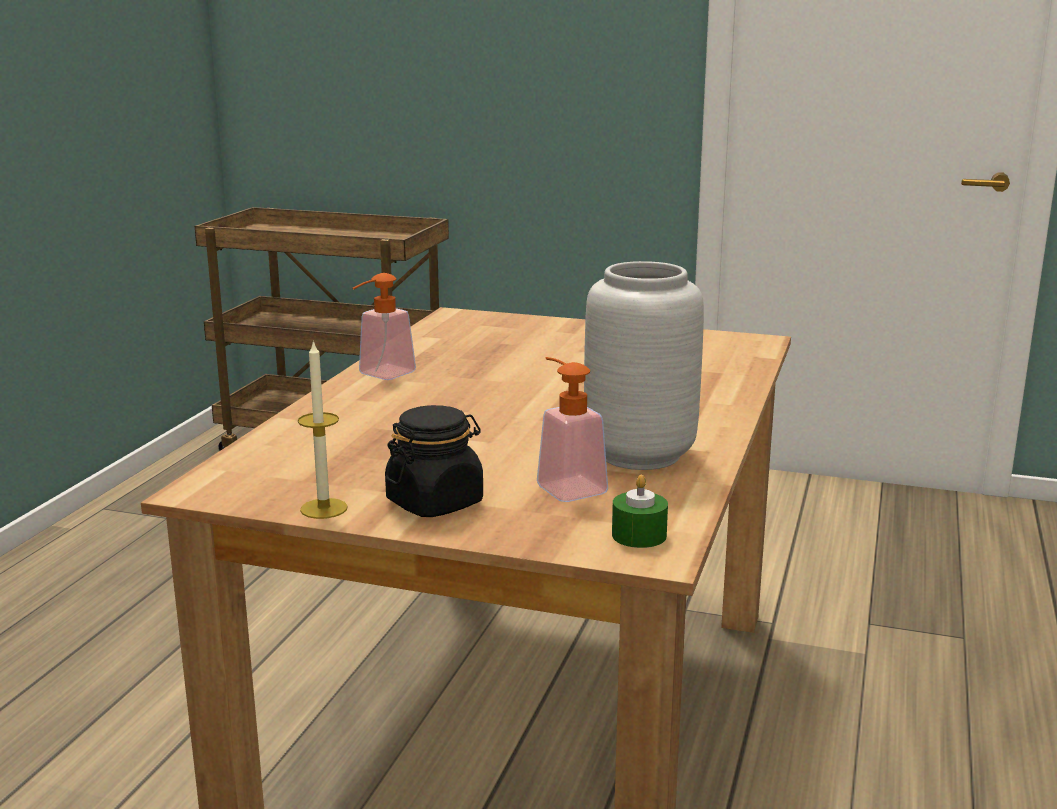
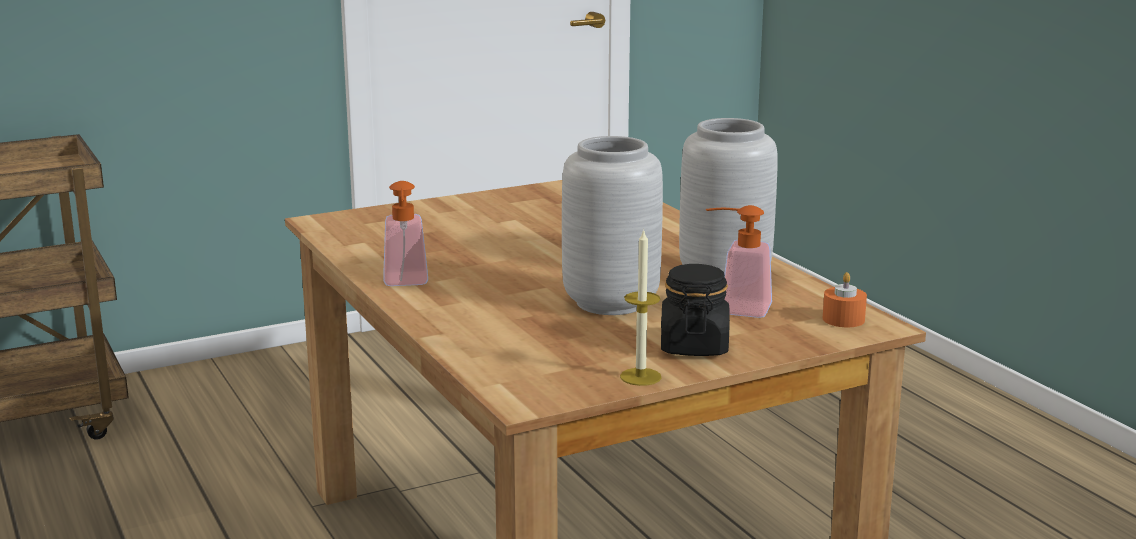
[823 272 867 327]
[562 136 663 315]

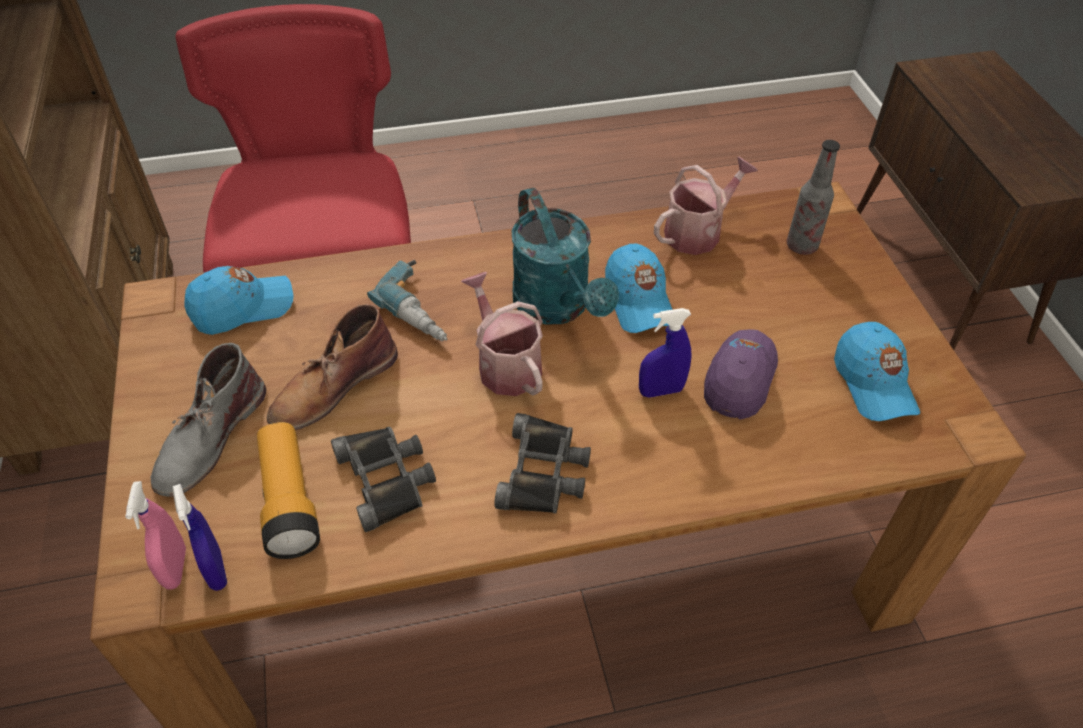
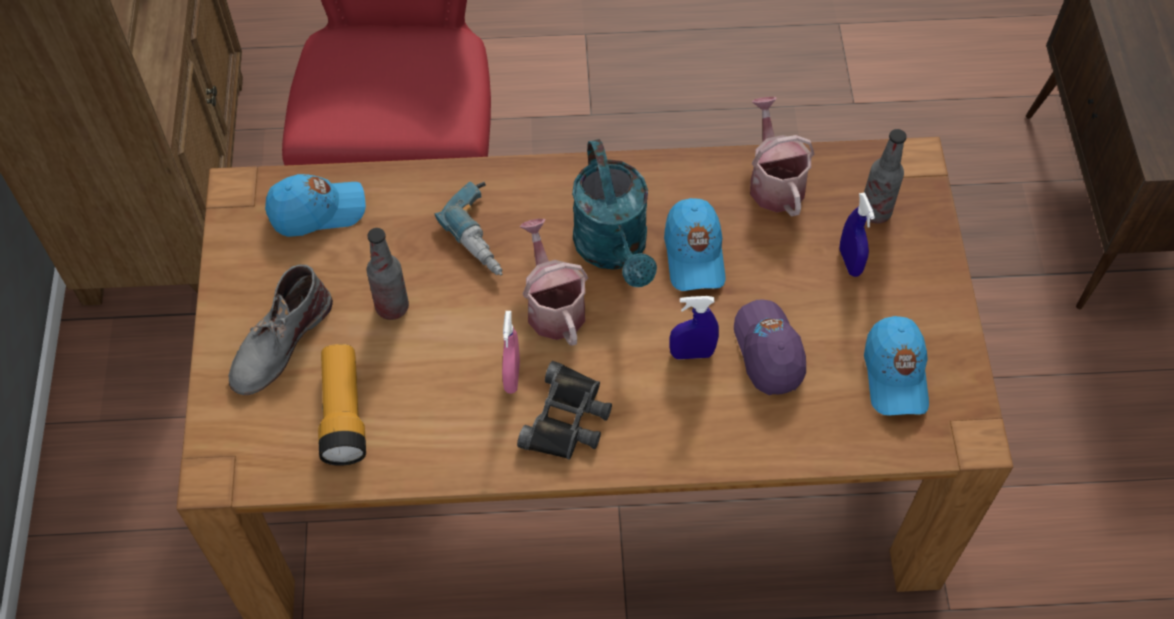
[502 311 520 394]
[839 193 875 277]
[367 228 409 320]
[331 427 436 532] (first image)
[750 97 814 217]
[734 300 806 395]

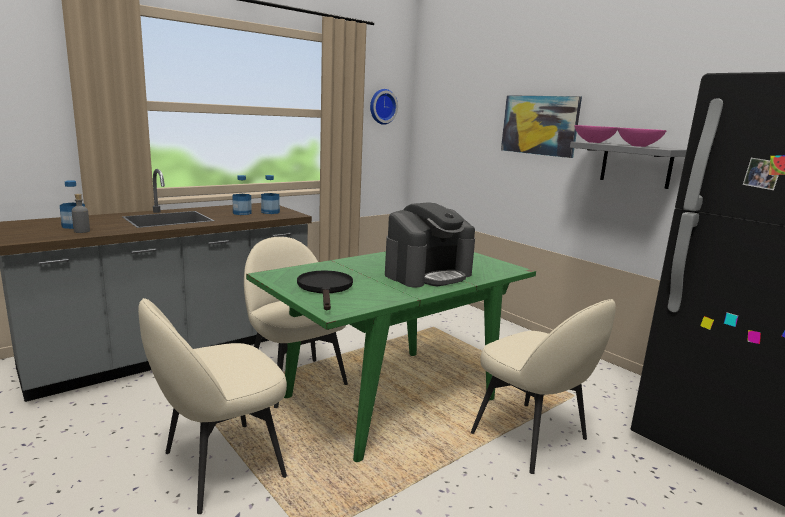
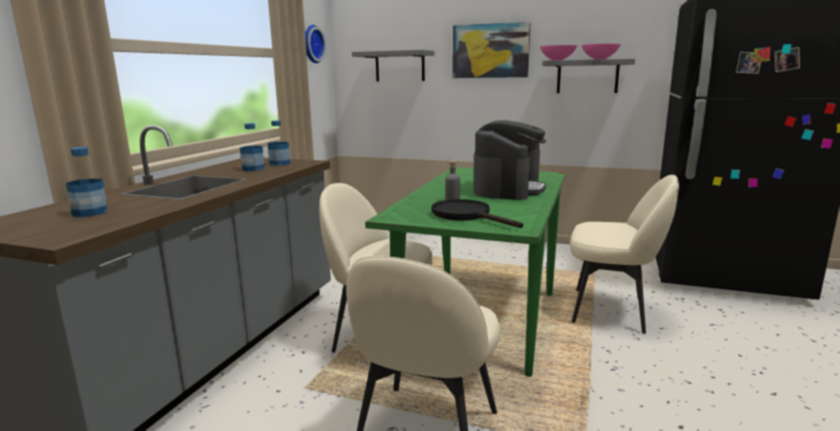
[445 161 460 200]
[352 50 435 81]

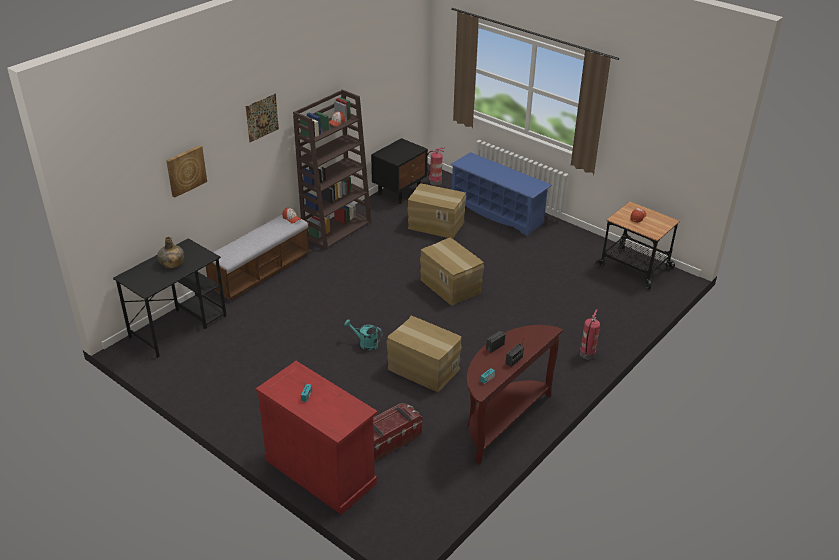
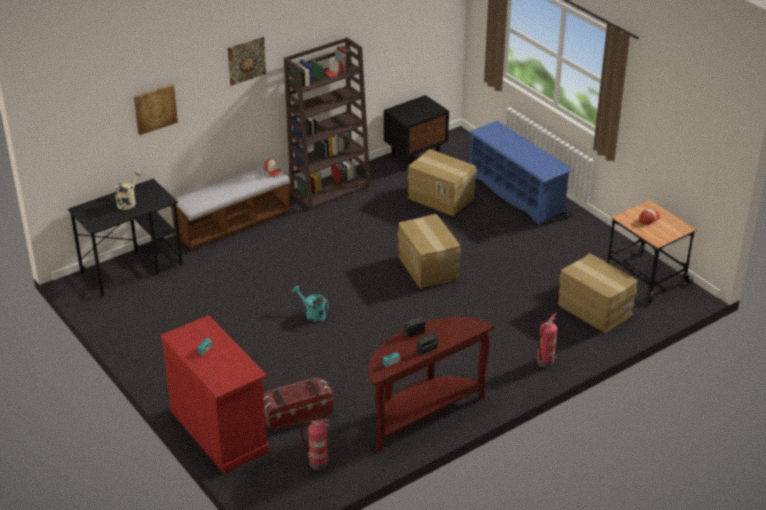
[115 170 142 210]
[558 253 637 333]
[301 419 329 470]

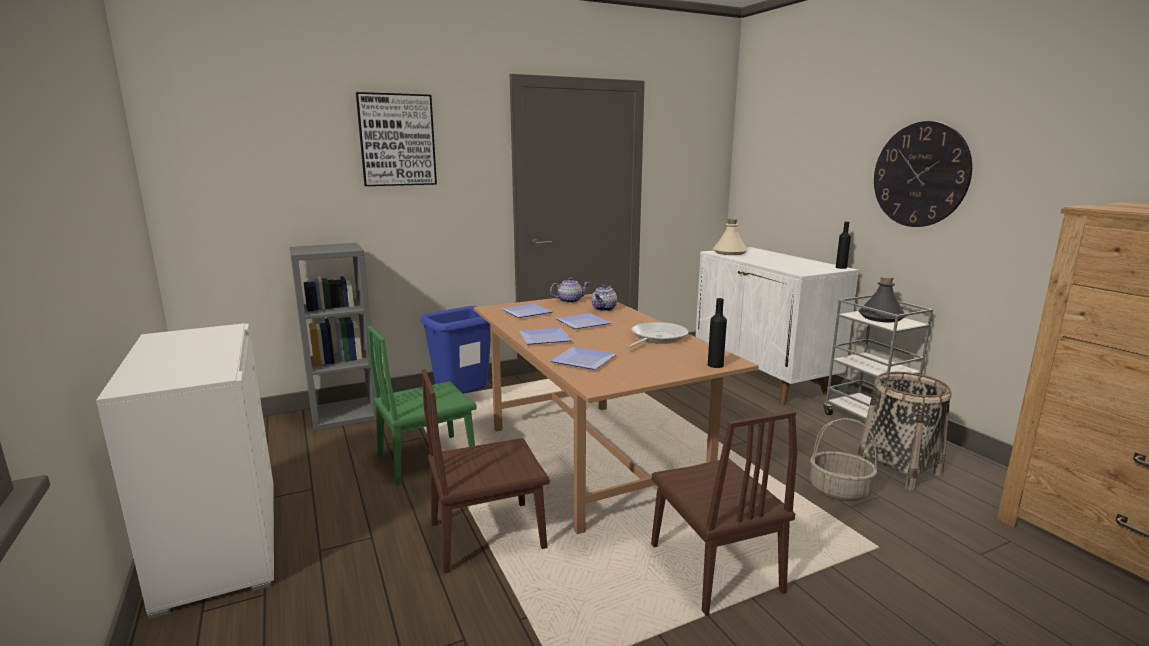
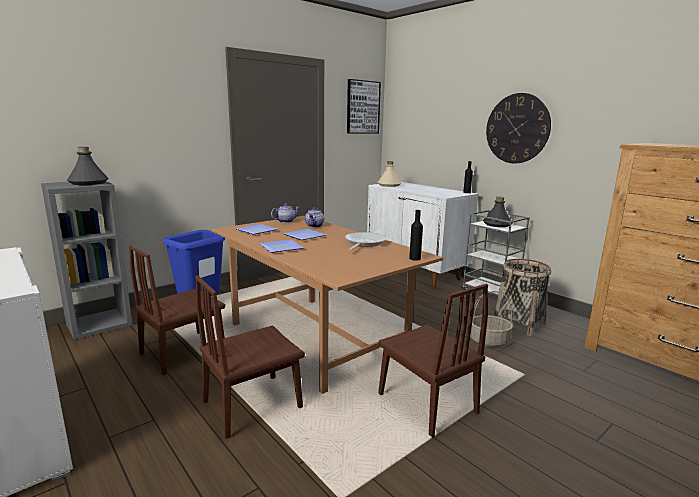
[347 79 381 133]
[129 246 225 375]
[550 347 616 370] (first image)
[67 147 109 185]

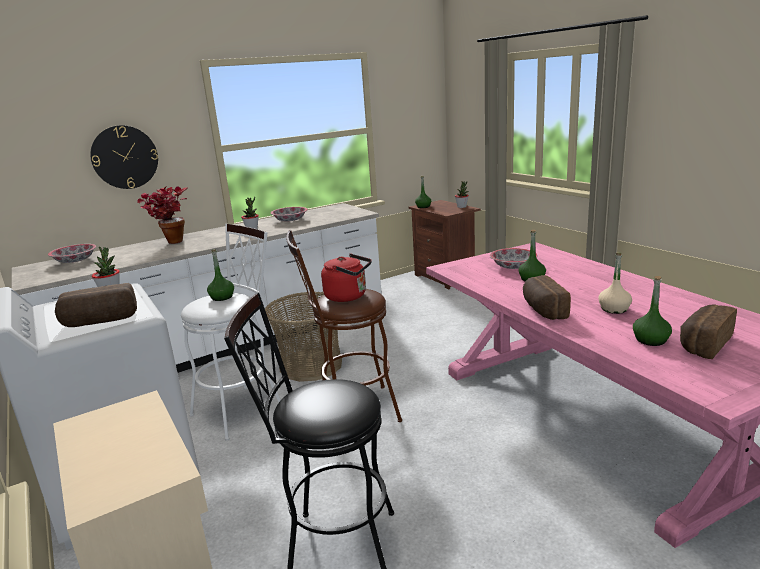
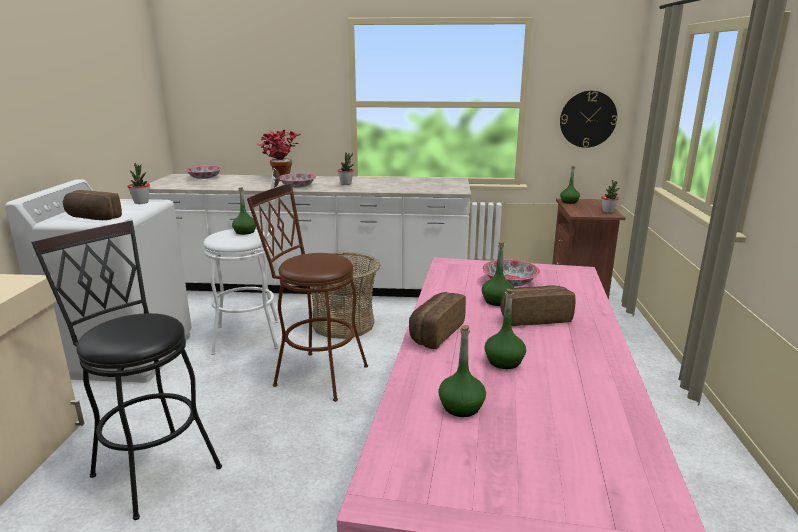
[560 91 617 148]
[279 173 316 188]
[321 254 372 302] (first image)
[485 289 526 369]
[500 285 576 326]

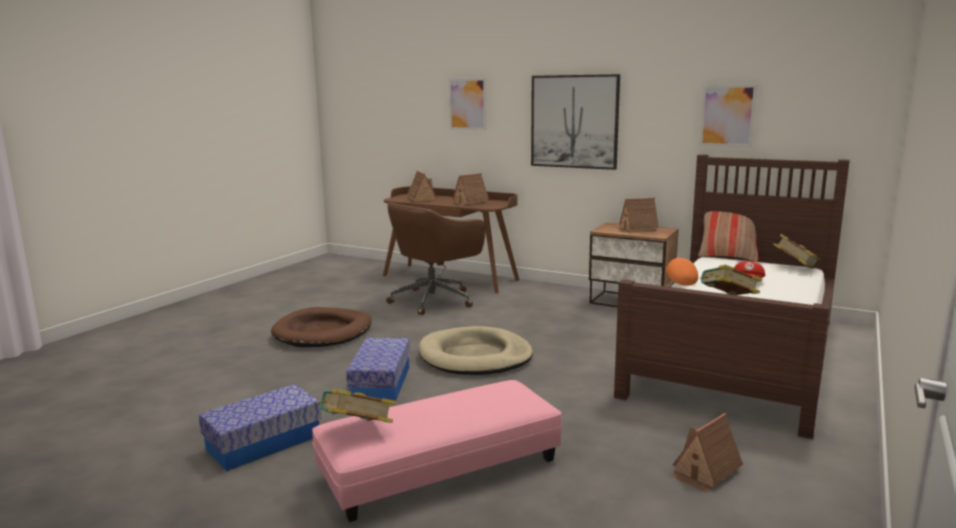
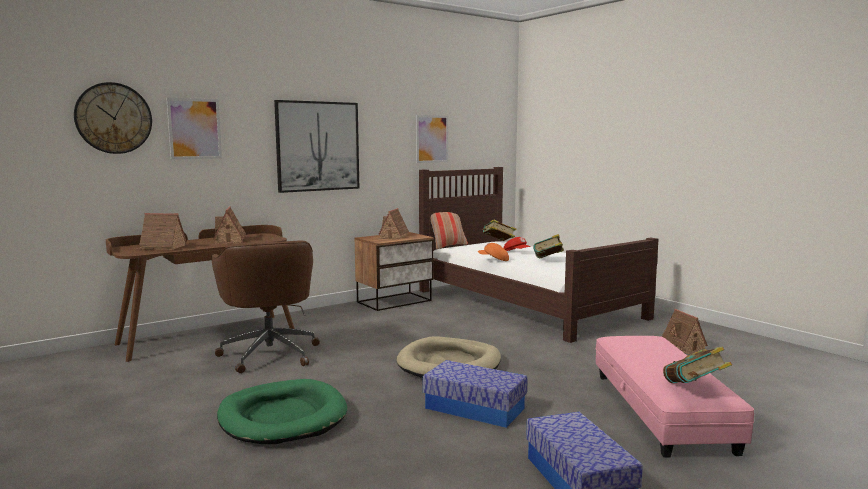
[217 379 347 444]
[74 82 152 154]

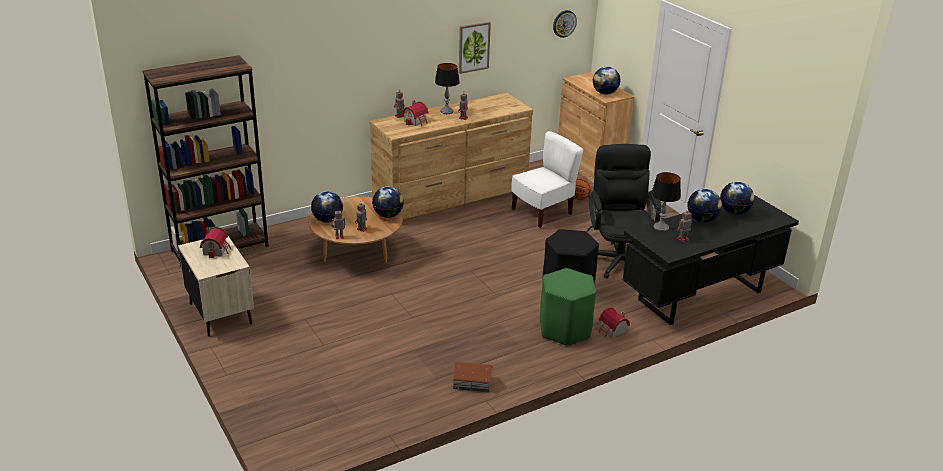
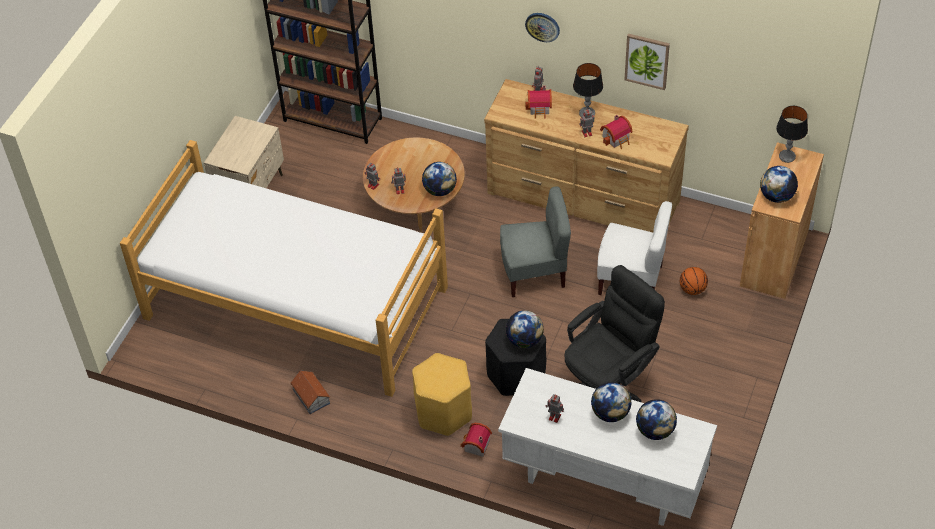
[600 115 633 149]
[506 310 544 348]
[412 353 472 436]
[525 13 560 42]
[498 368 717 526]
[776 106 808 163]
[120 140 448 397]
[500 187 571 297]

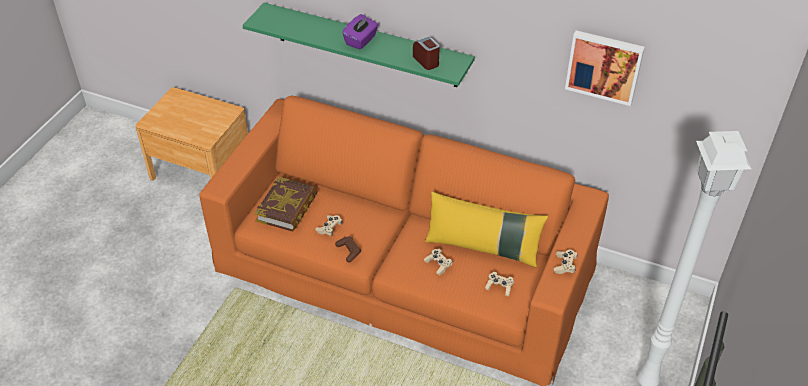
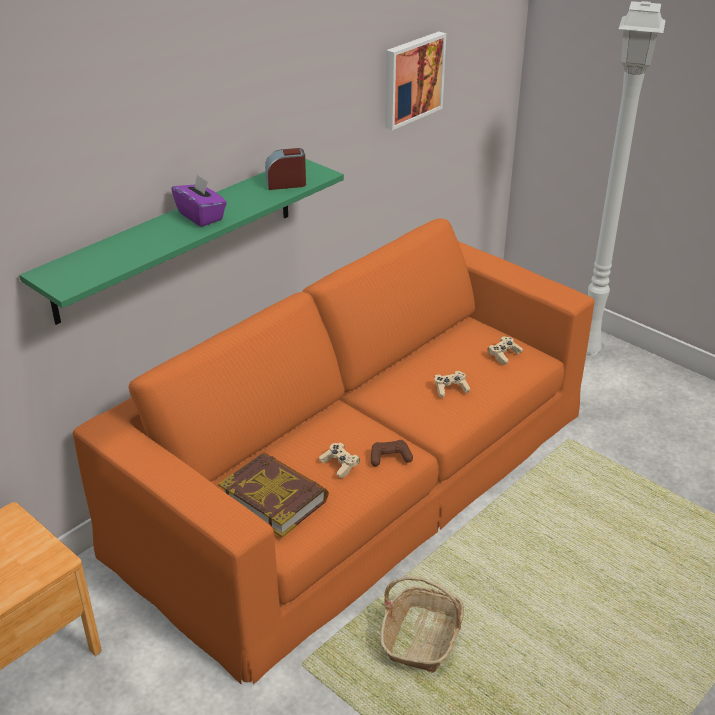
[425 192 548 267] (first image)
[554 250 578 274] (first image)
[381 576 464 673]

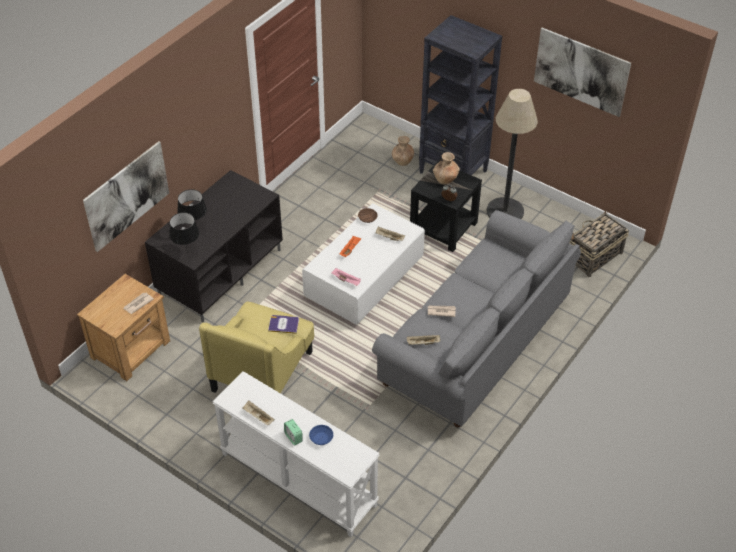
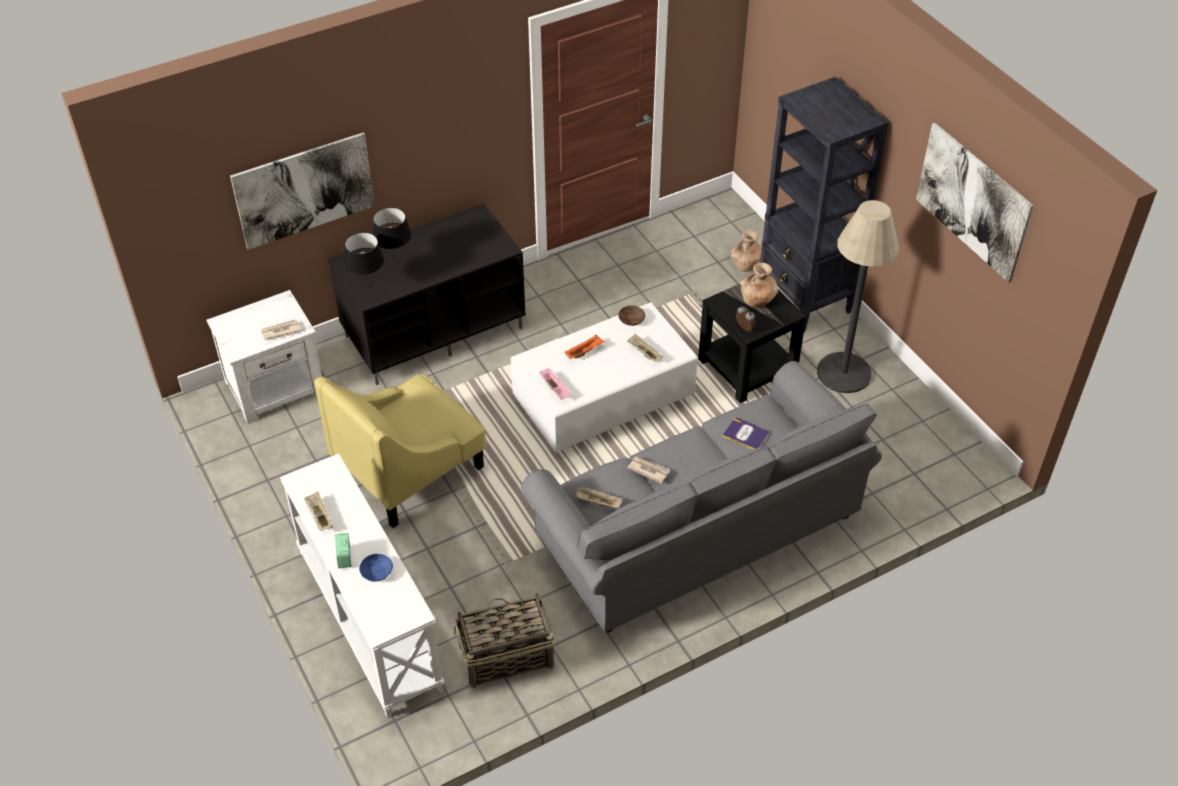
[206 290 322 424]
[722 418 769 450]
[454 593 555 688]

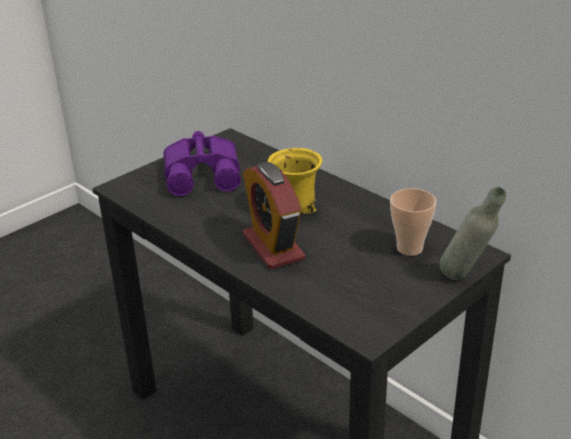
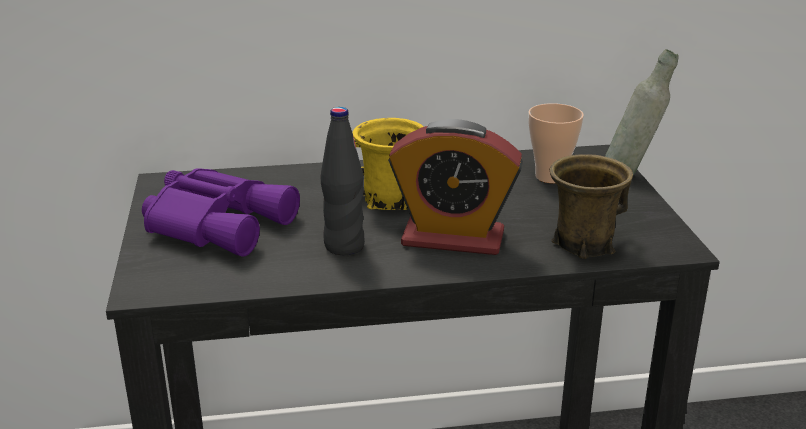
[321 107 365 255]
[550 154 633 259]

